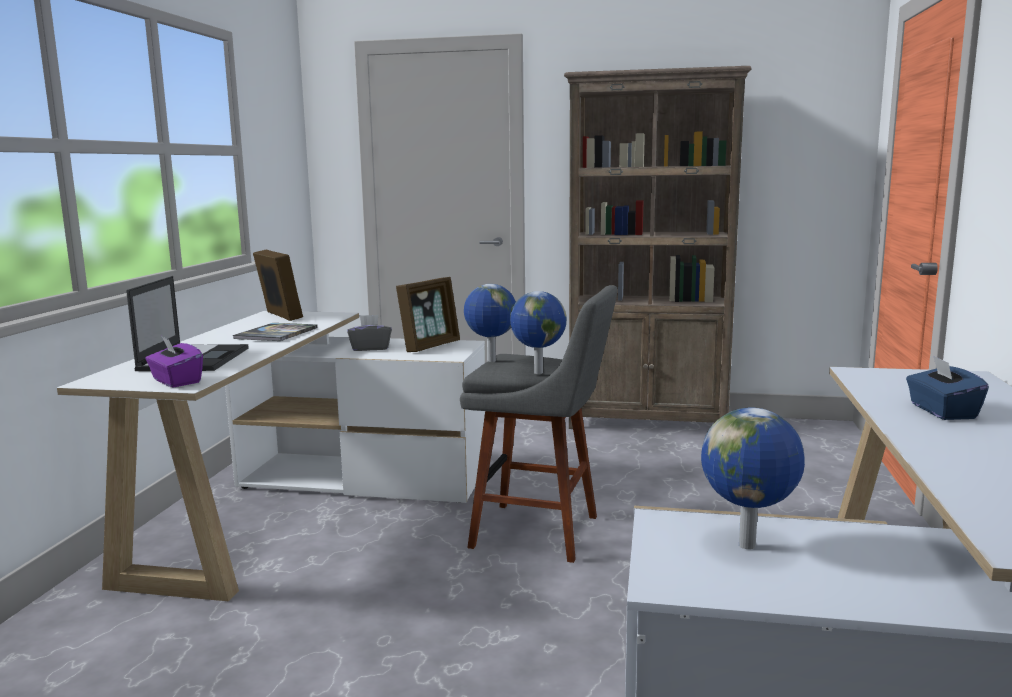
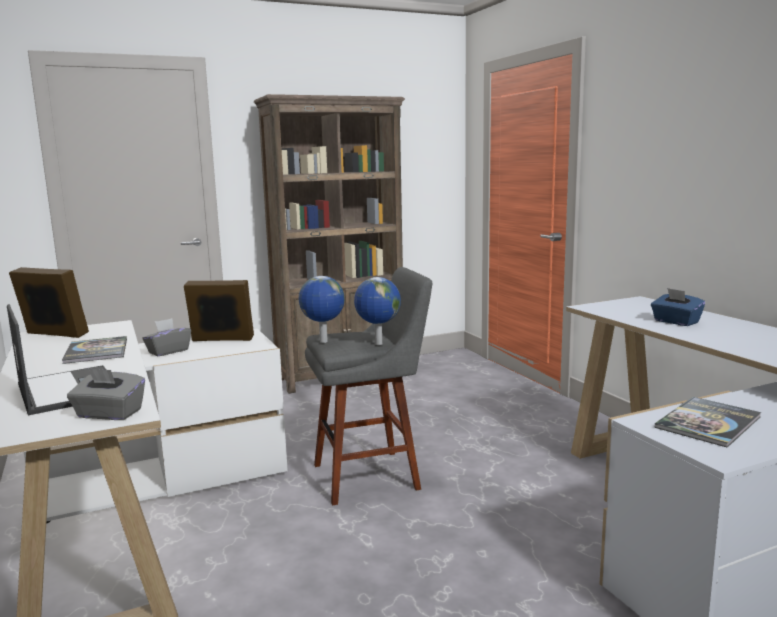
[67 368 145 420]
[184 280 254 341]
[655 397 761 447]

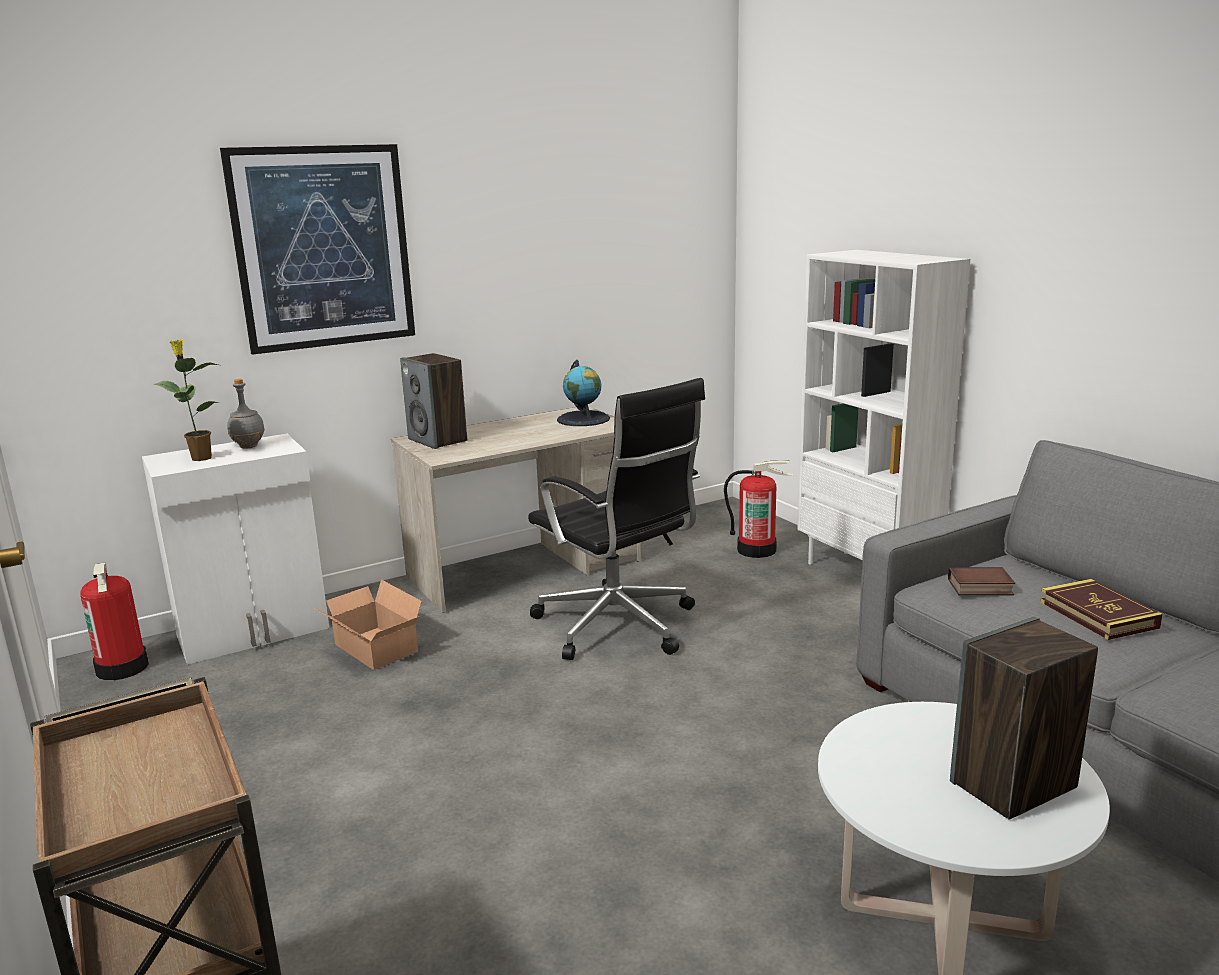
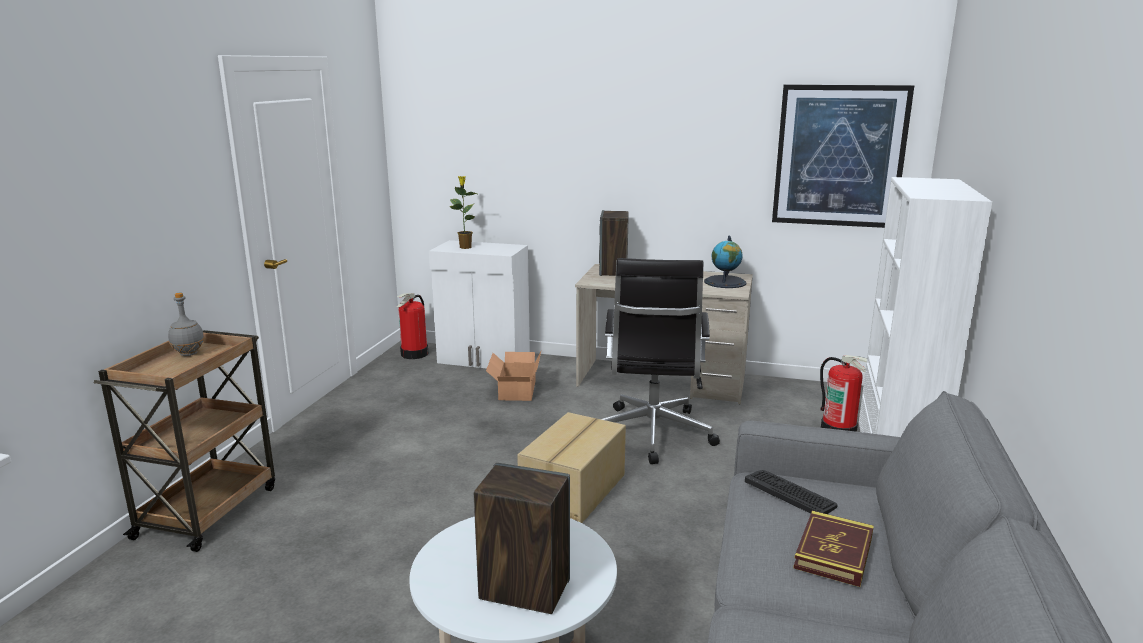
[772 85 914 228]
[168 293 204 356]
[745 470 838 514]
[517 412 626 523]

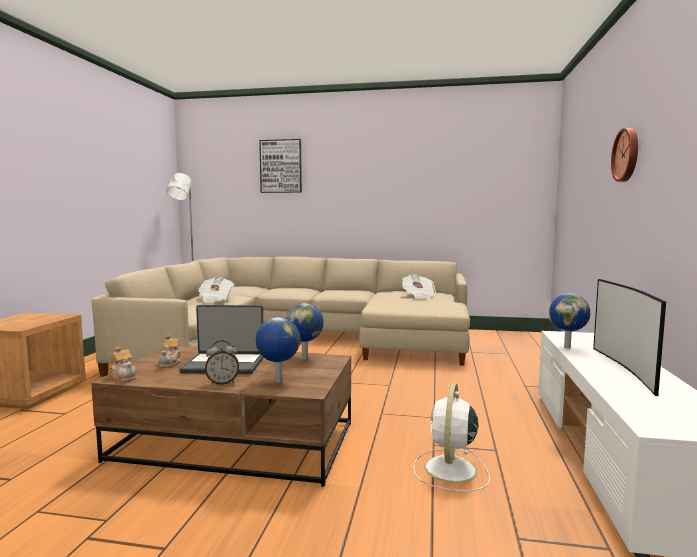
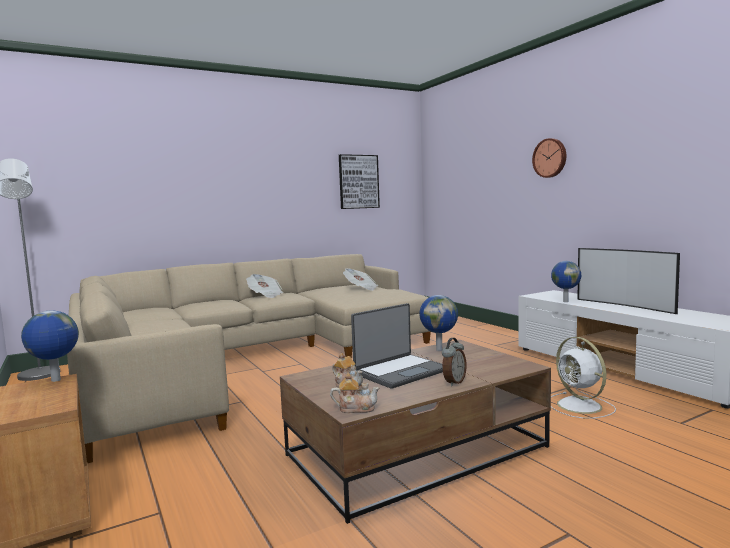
[246 274 284 298]
[21 310 79 382]
[339 154 380 209]

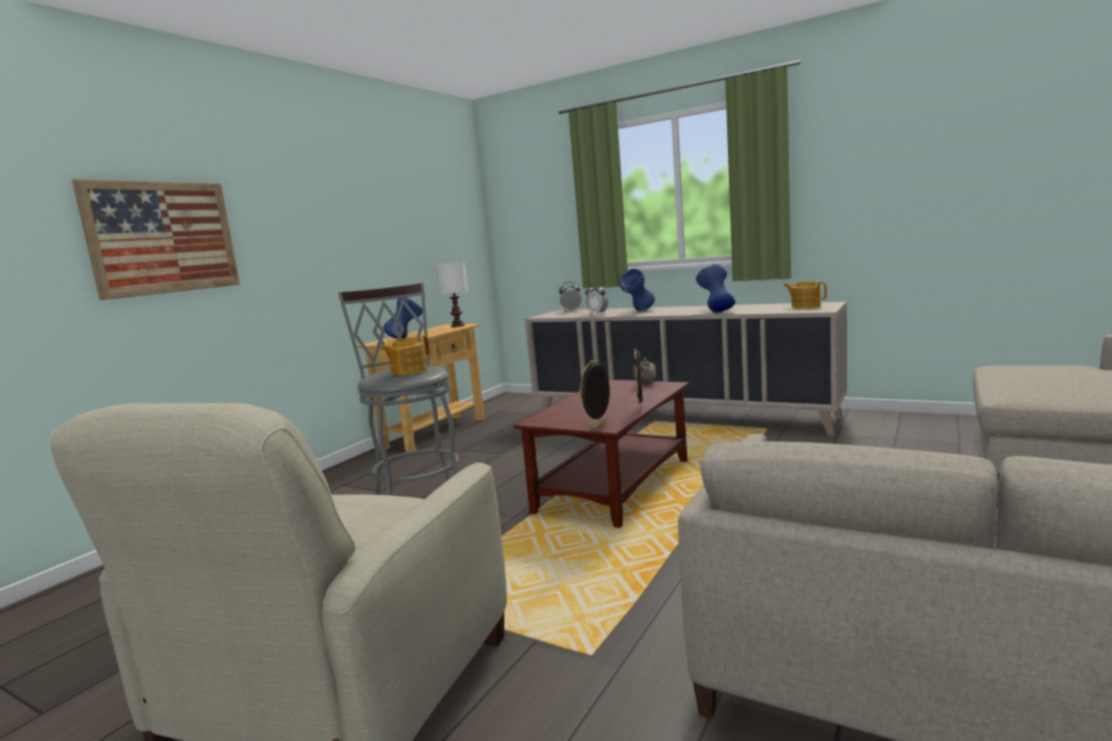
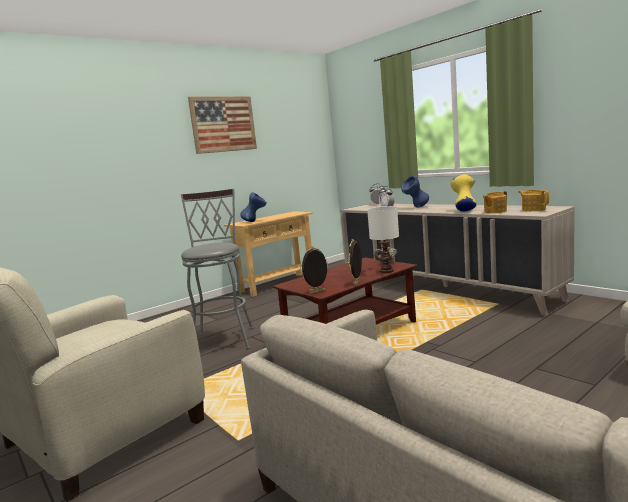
[188 96 257 154]
[483 191 507 213]
[367 206 399 273]
[451 174 477 211]

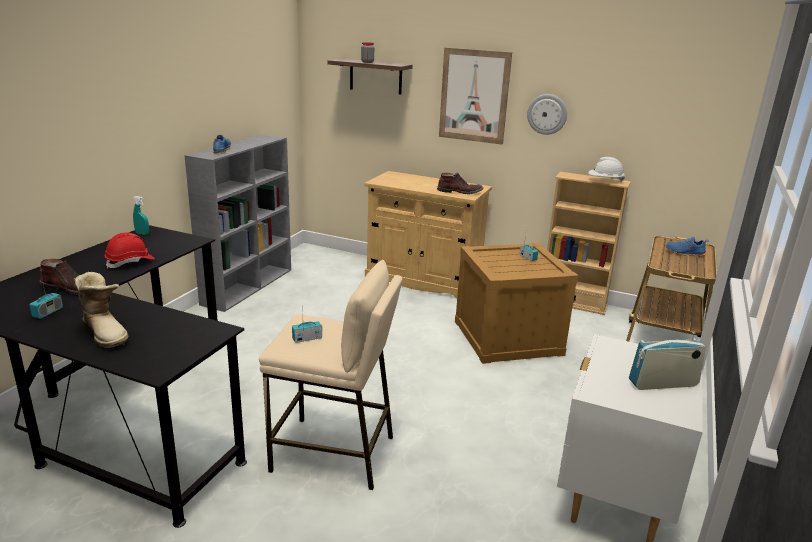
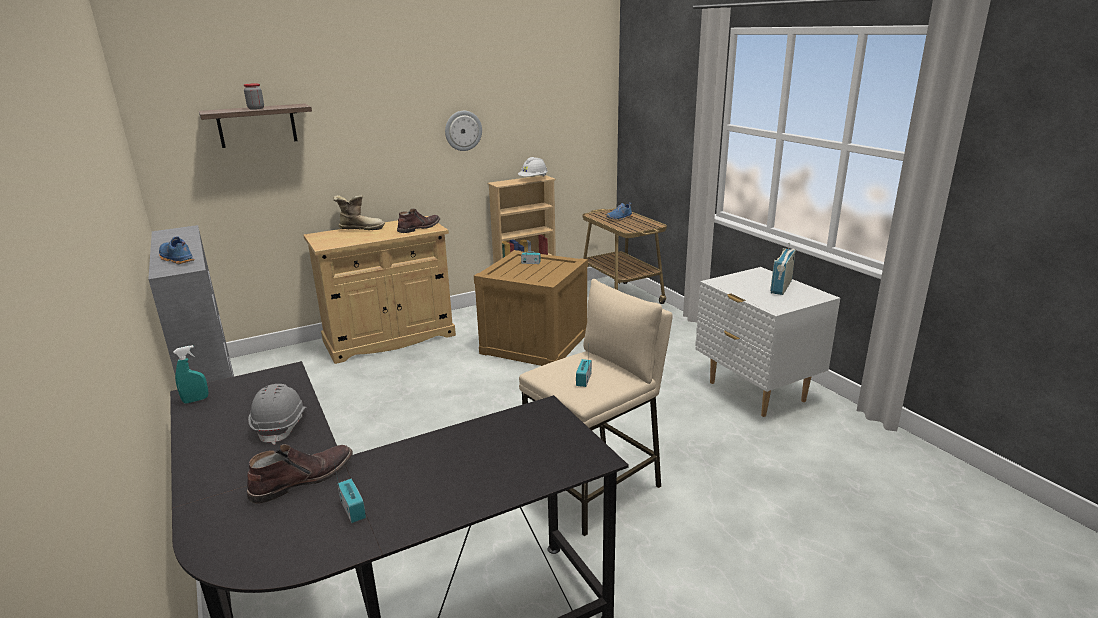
[333 195 385 230]
[248 384 307 445]
[439 48 512 145] (first image)

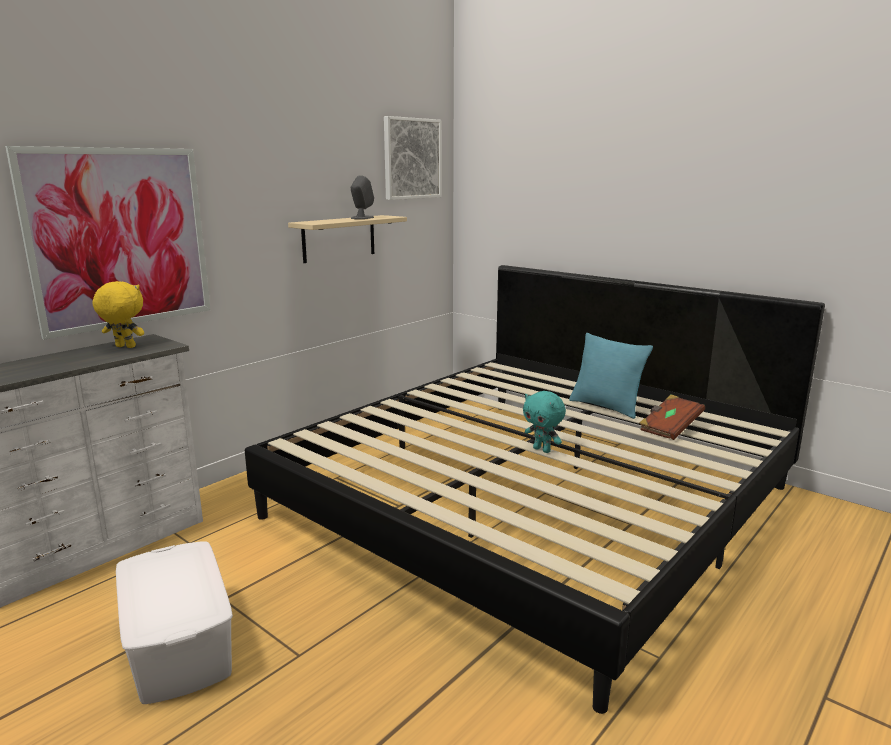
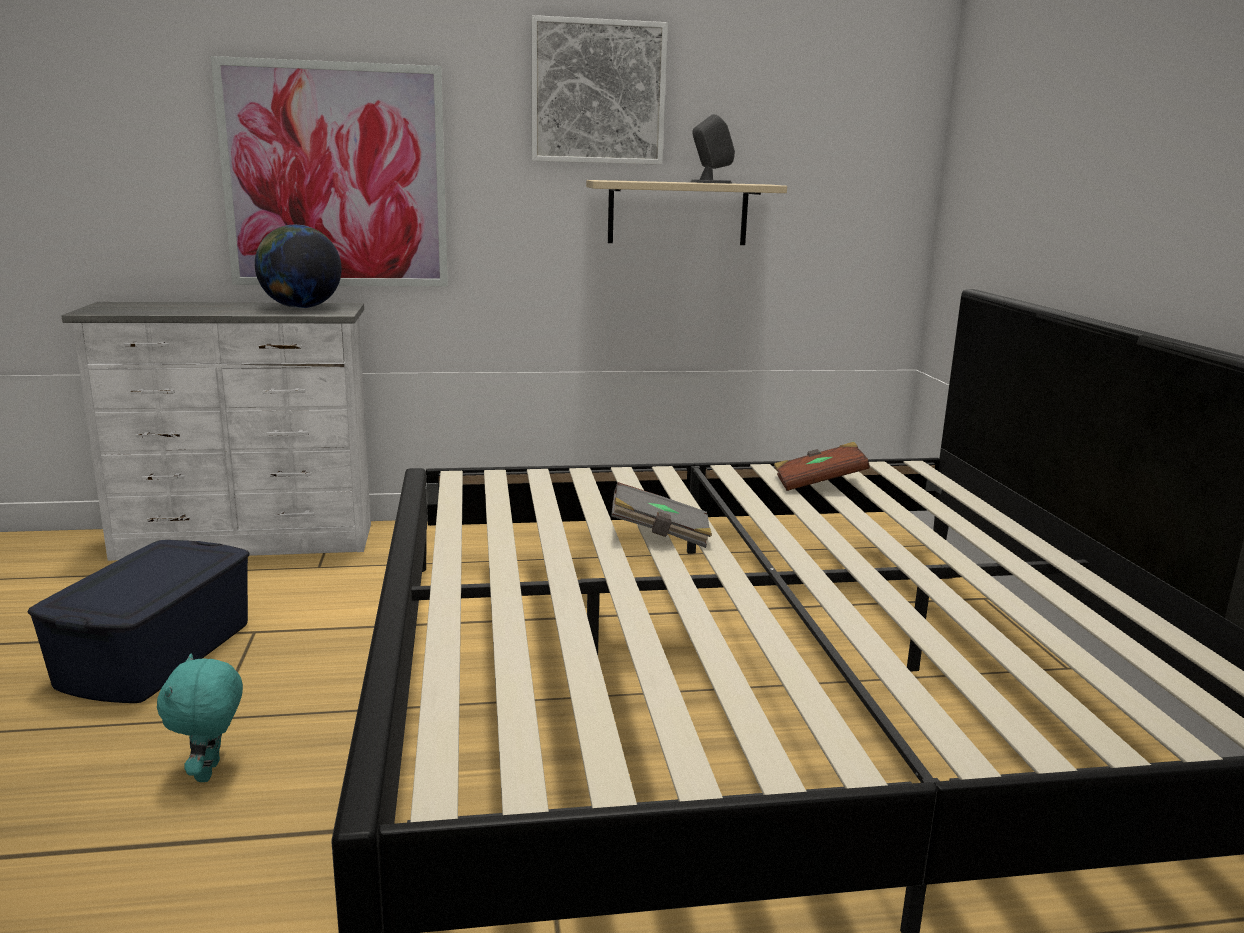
[255 225 342 308]
[28 540 249 703]
[531 15 668 165]
[157 654 243 782]
[569 333 653 419] (first image)
[774 442 870 491]
[611 482 712 548]

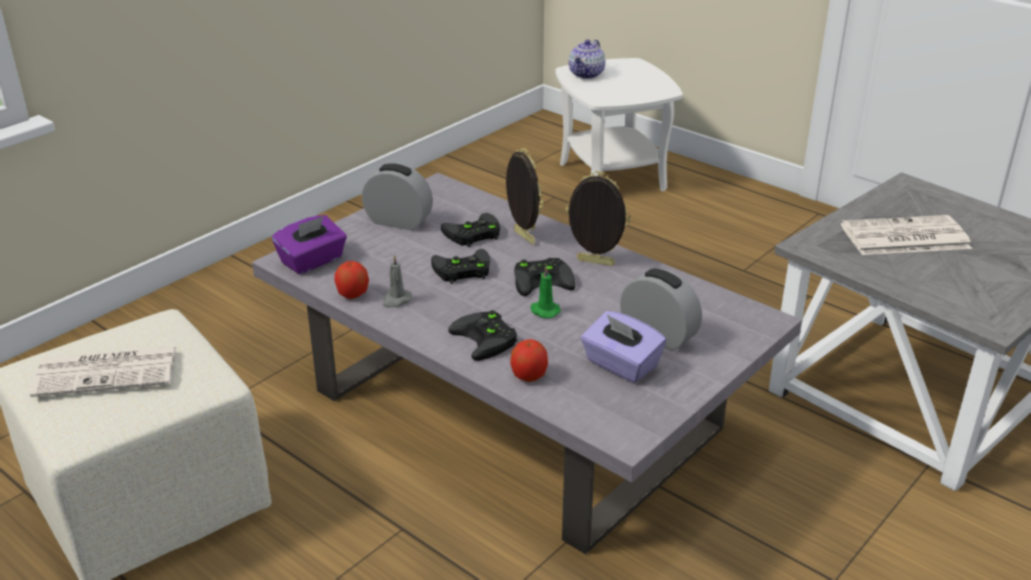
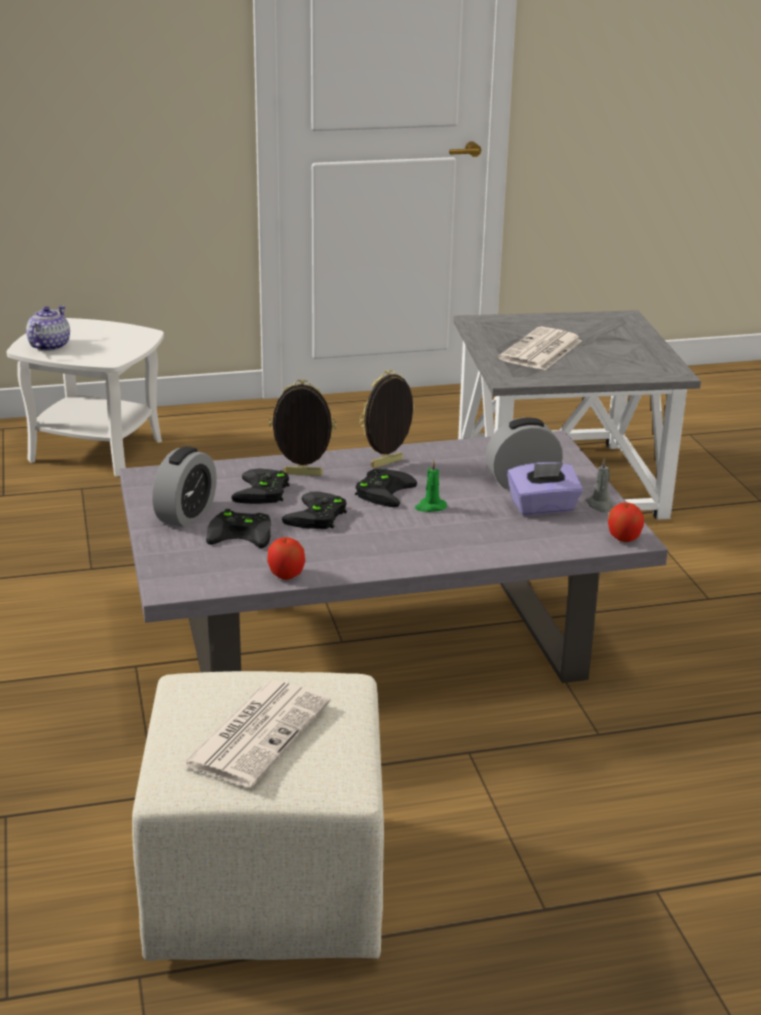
[272 215 347 274] (first image)
[152 446 217 528]
[585 457 613 512]
[206 509 271 548]
[608 502 644 542]
[26 306 70 351]

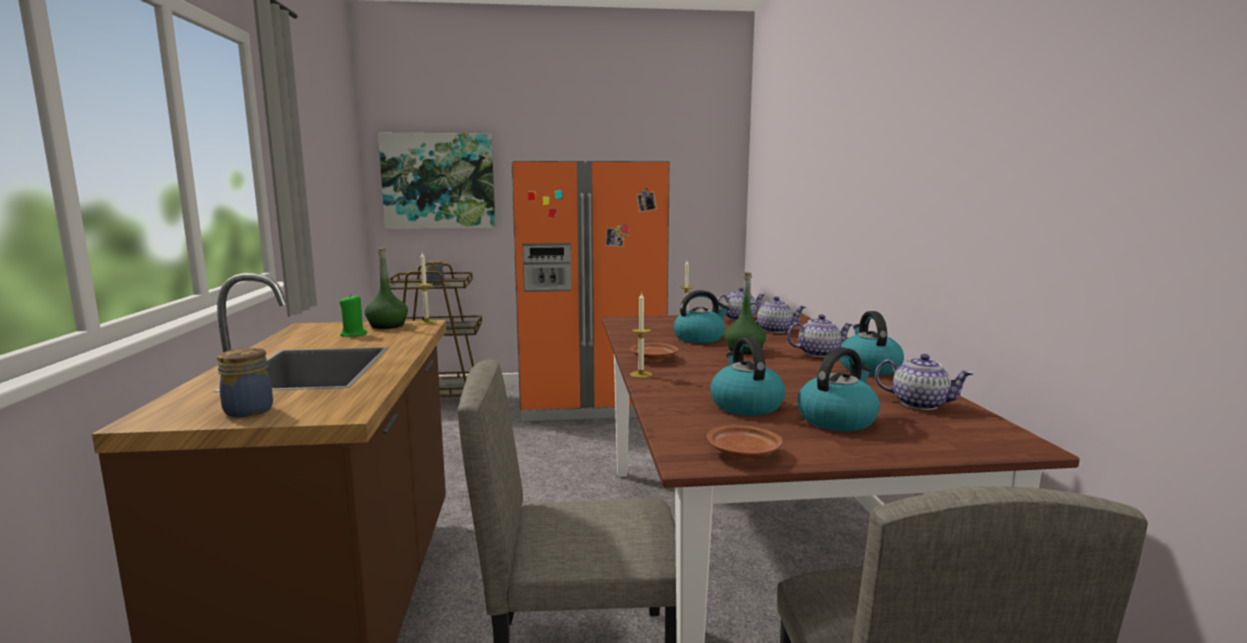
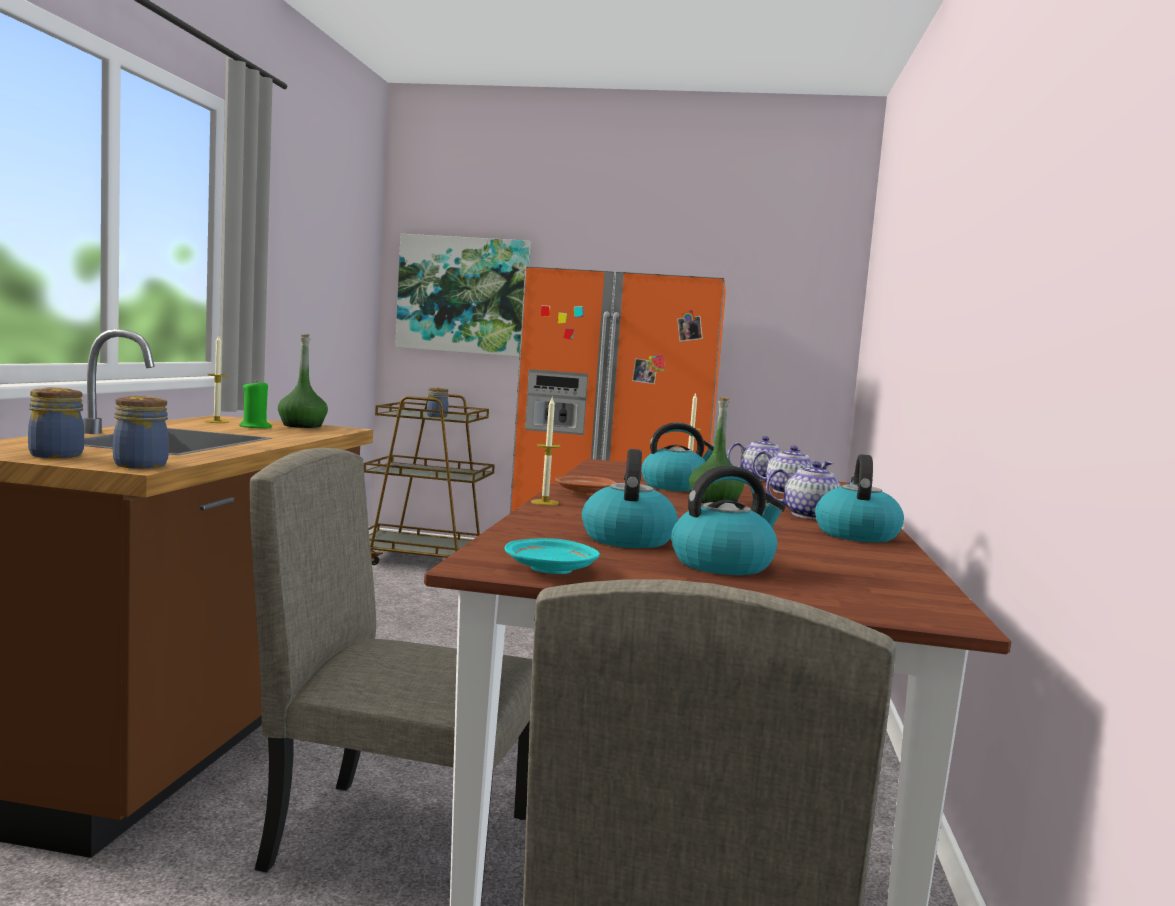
[204 336 229 423]
[505 538 600 574]
[875 354 974 410] (first image)
[113 396 169 469]

